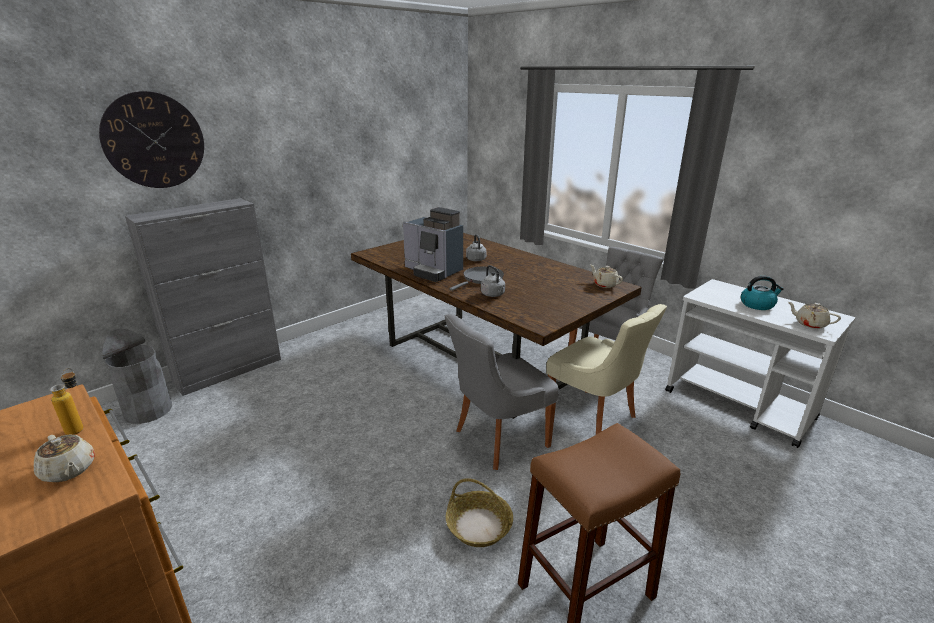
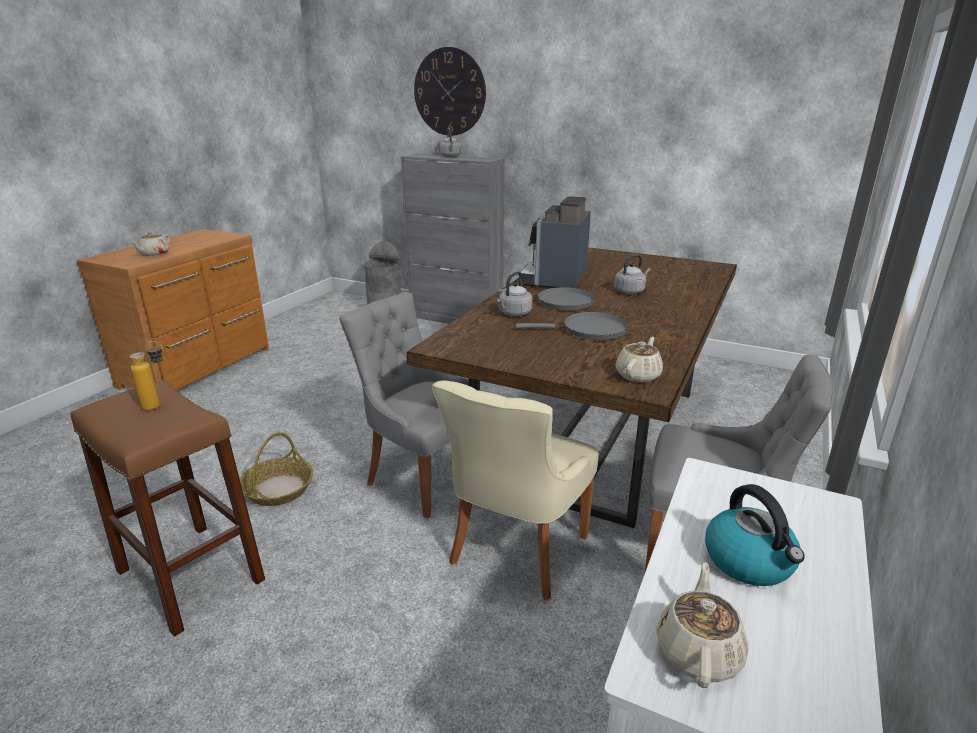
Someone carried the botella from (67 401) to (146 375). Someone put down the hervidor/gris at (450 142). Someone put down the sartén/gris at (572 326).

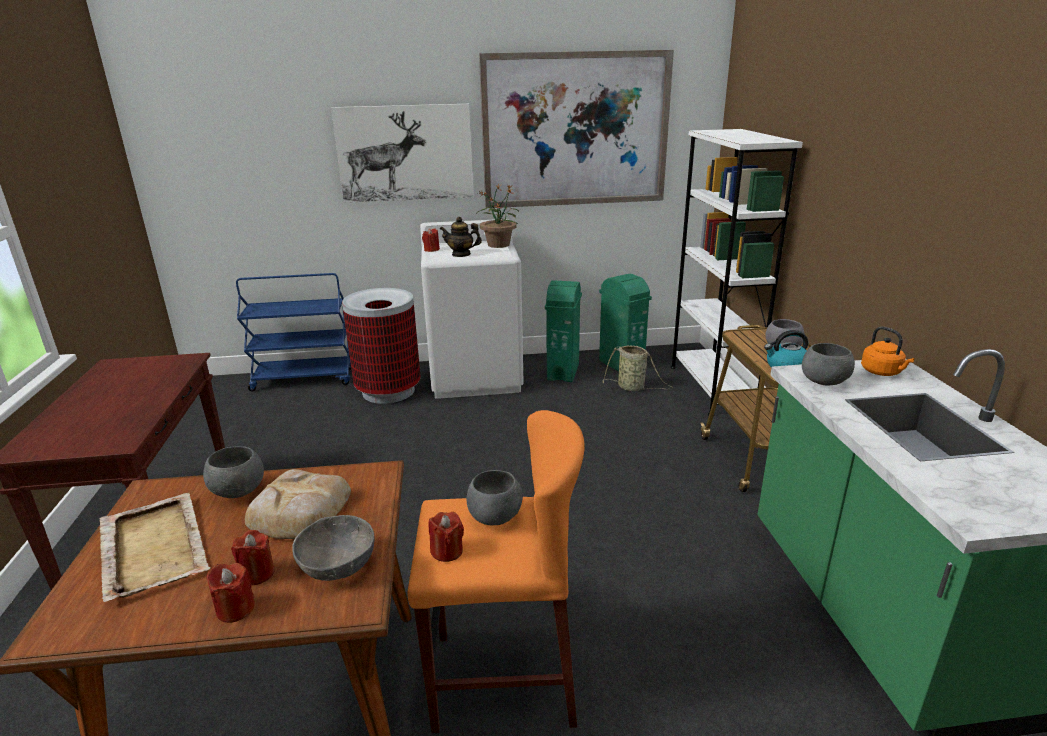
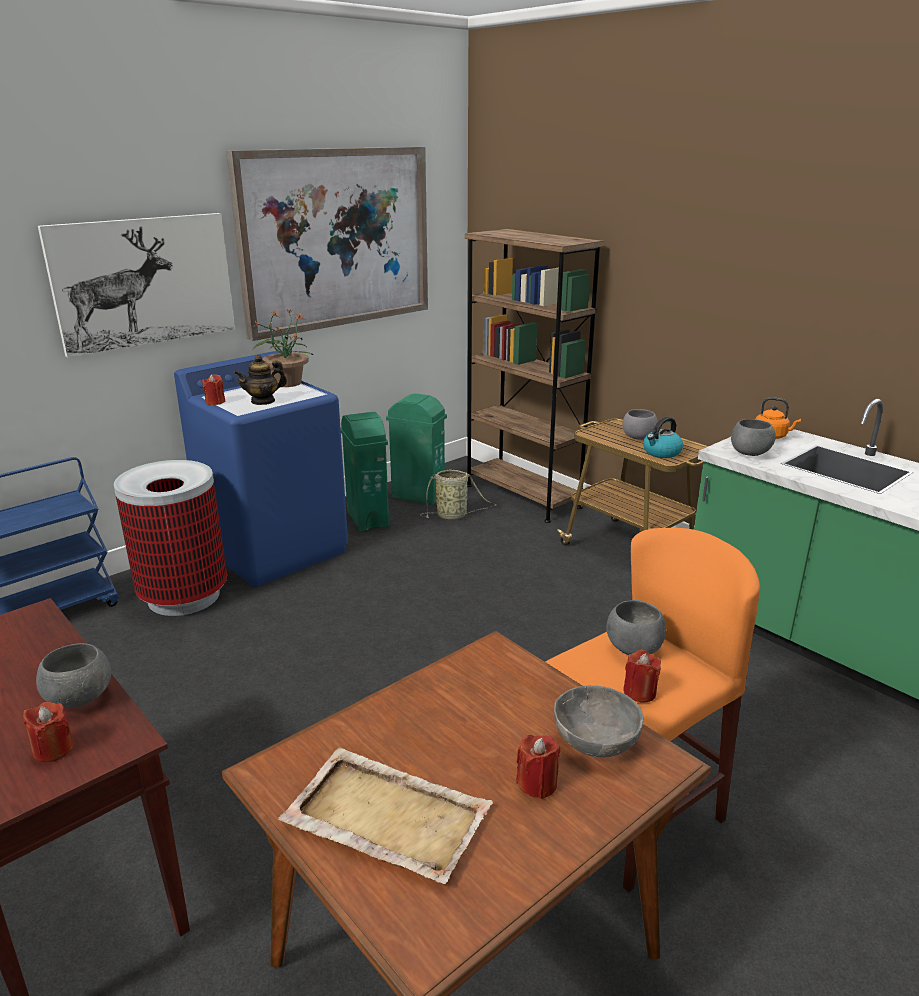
Someone carried the vela/rojo from (230 593) to (48 732). Someone carried the cuenco/gris from (233 472) to (73 675). Someone repainted the lavadora/blanco at (472 309), which became the lavadora/azul at (261 469). Someone repainted the estantería/blanco at (737 272), which became the estantería/marrón at (534 376). Someone took away the pan at (298 504).

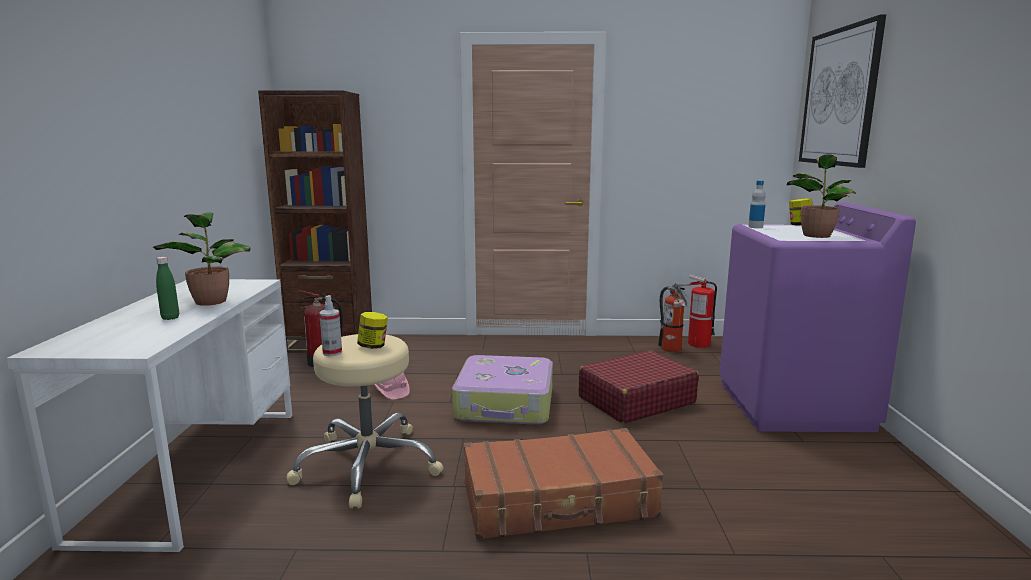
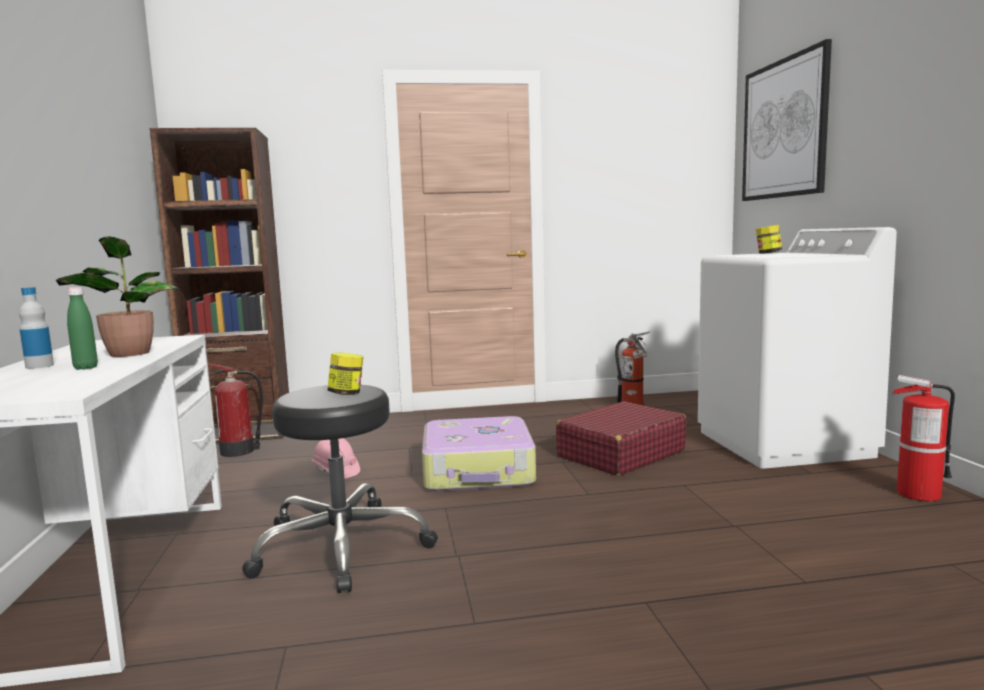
Someone carried the botella from (757 204) to (36 328). Someone repainted the taburete/beis at (365 421), which became the taburete/negro at (340 489). Someone repainted the lavadora/morado at (817 317), which became the lavadora/blanco at (797 347). Someone carried the extintor from (702 311) to (923 438). Someone took away the pulverizador at (330 325). Someone took away the maleta/marrón at (563 484). Someone took away the planta en maceta at (821 196).

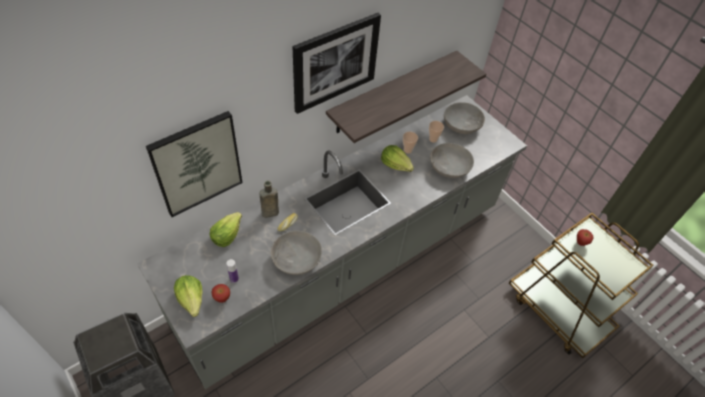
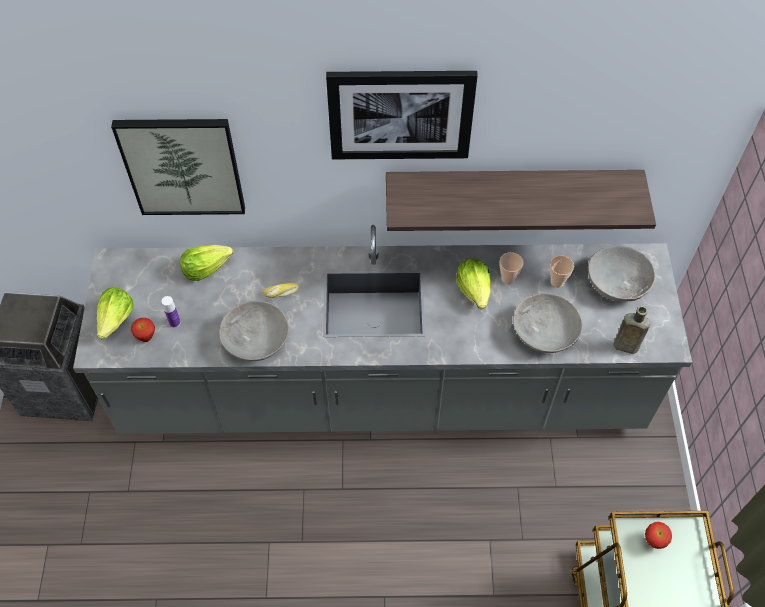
Someone carried the botella/marrón from (269 199) to (631 330).

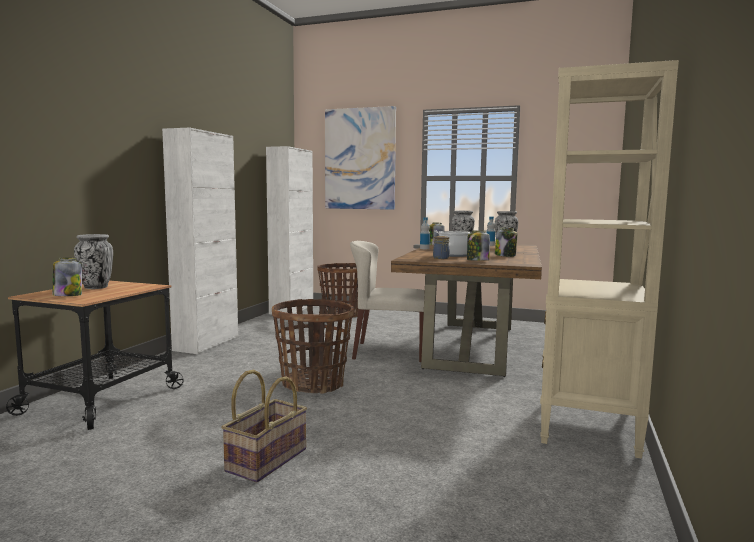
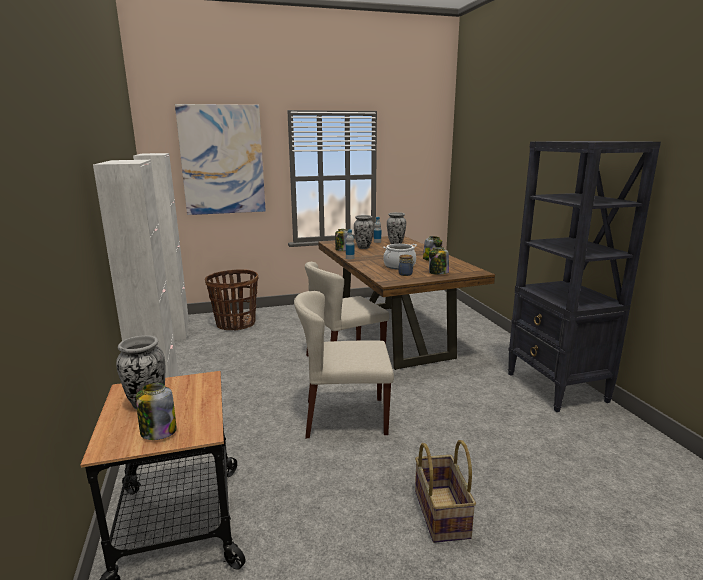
Someone swapped the cesta at (313 346) for the silla/beis at (344 364). Someone repainted the estantería/beis at (609 259), which became the estantería/negro at (584 276).

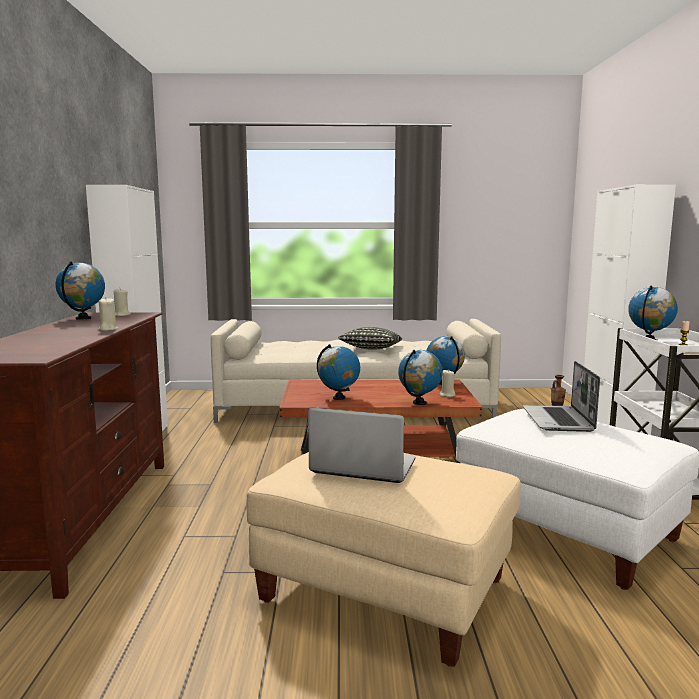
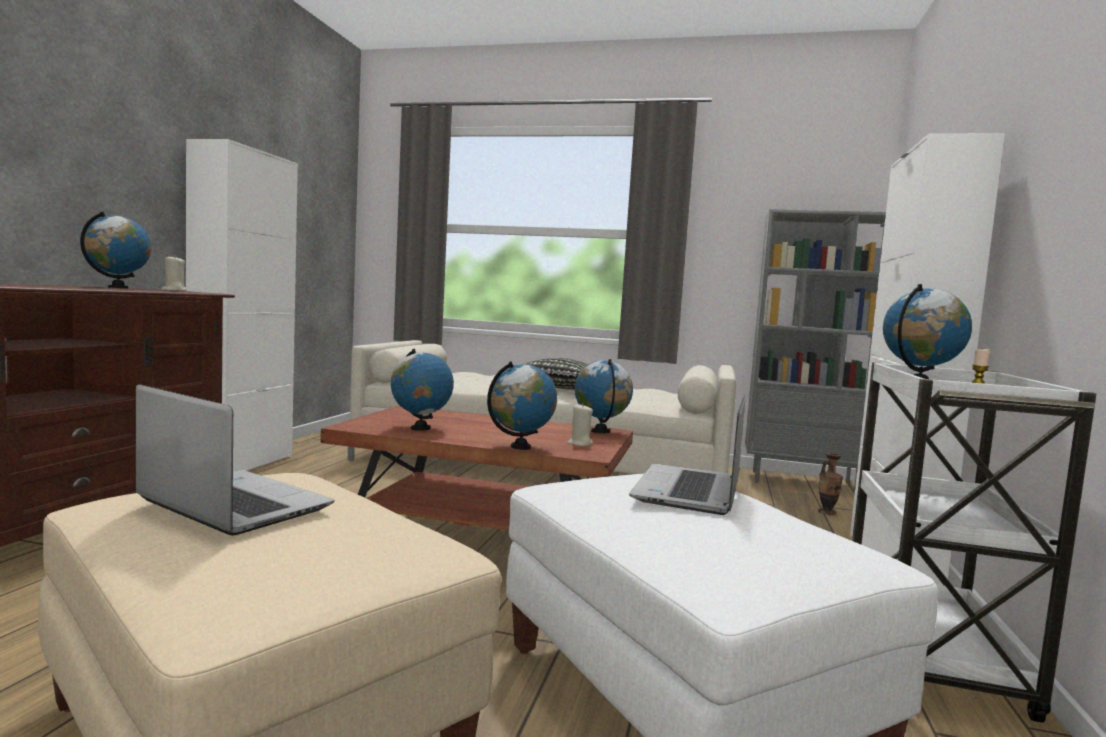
Someone put down the estantería/gris at (815 352). Someone took away the vela/beis at (108 314).

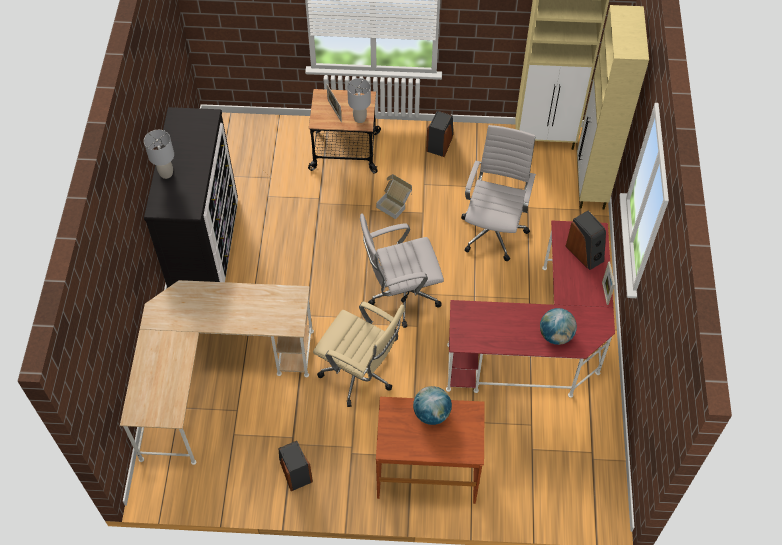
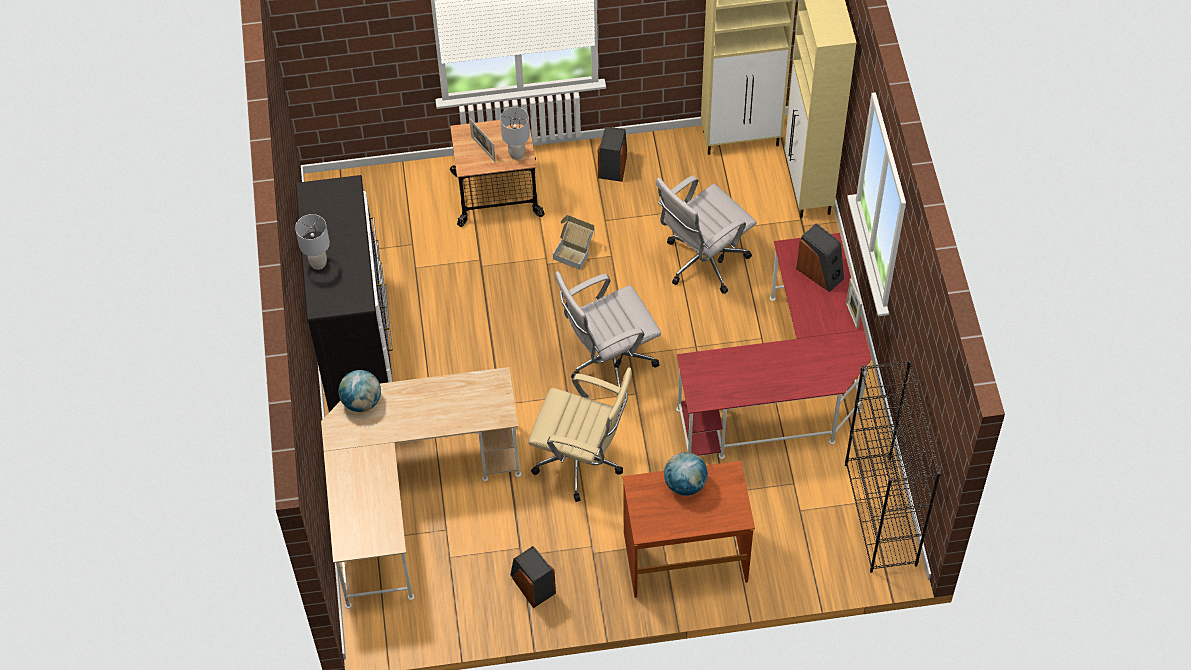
Someone carried the globo terráqueo from (558 326) to (360 391). Someone rotated the silla de oficina/blanco at (498 193) by 135 degrees counterclockwise. Someone put down the estantería/negro at (893 466).

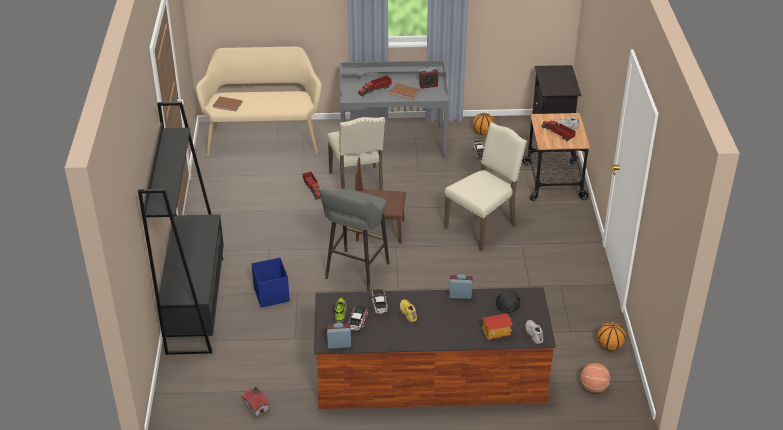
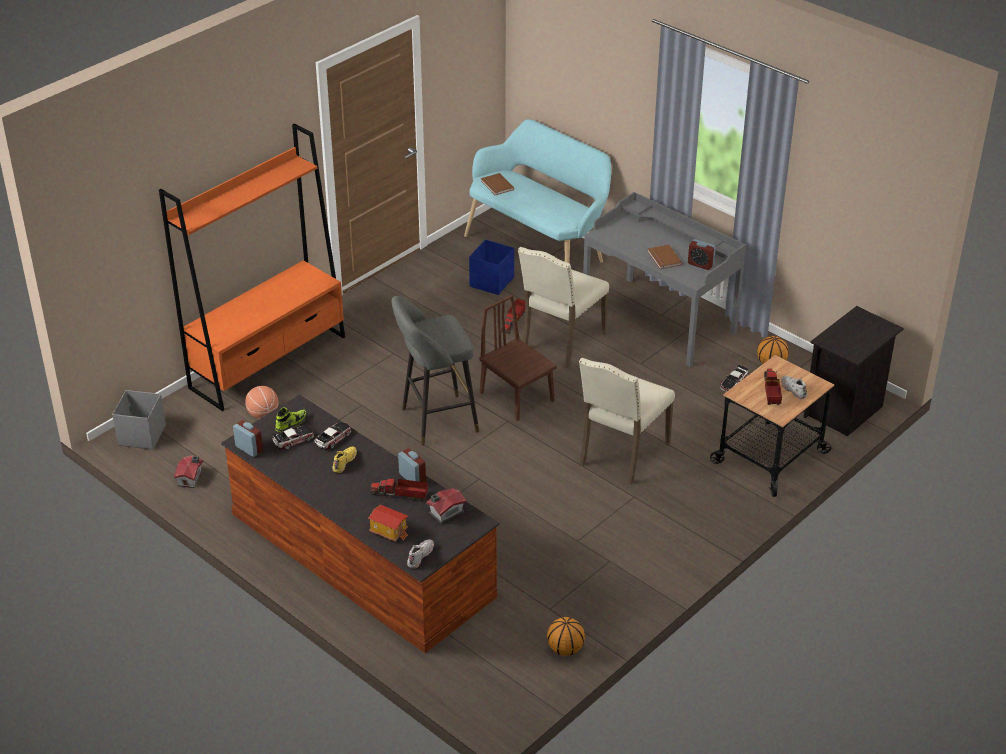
Someone put down the caja de almacenaje/gris at (139 420). Someone repainted the estantería/negro at (181 228), which became the estantería/naranja at (252 267). Someone carried the balón de baloncesto from (595 378) to (262 402). Someone carried the camión de juguete from (375 86) to (399 489). Someone swapped the gorra/negro at (508 300) for the casita at (446 506). Someone repainted the banco/beis at (259 102), which became the banco/turquesa at (537 191). Someone carried the caja de almacenaje/azul from (270 283) to (491 267). Someone rotated the silla/beis at (485 186) by 120 degrees clockwise.

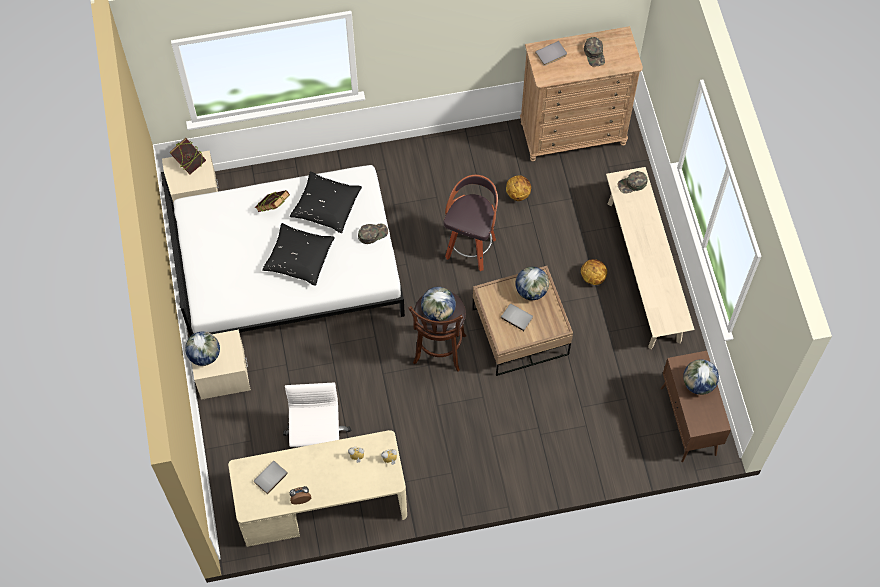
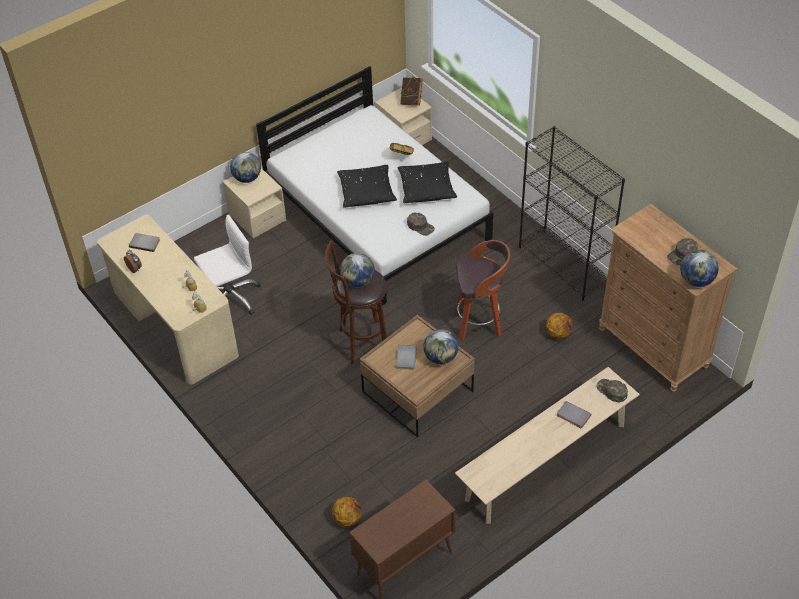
Someone carried the balón de baloncesto from (594 272) to (347 512). Someone put down the estantería/negro at (572 213). Someone carried the libro/gris from (551 53) to (574 414). Someone carried the globo terráqueo from (701 377) to (699 268).

